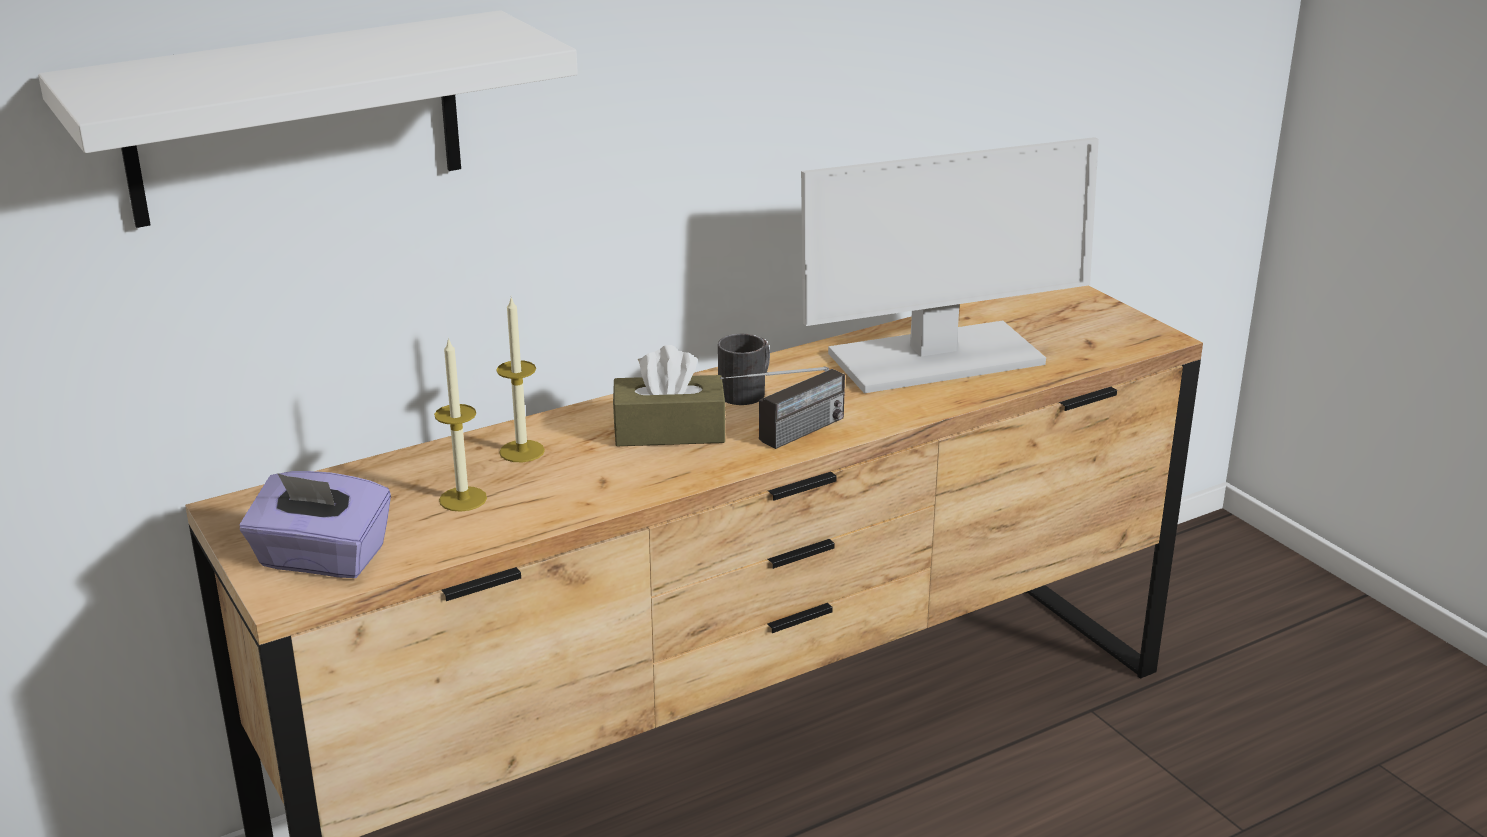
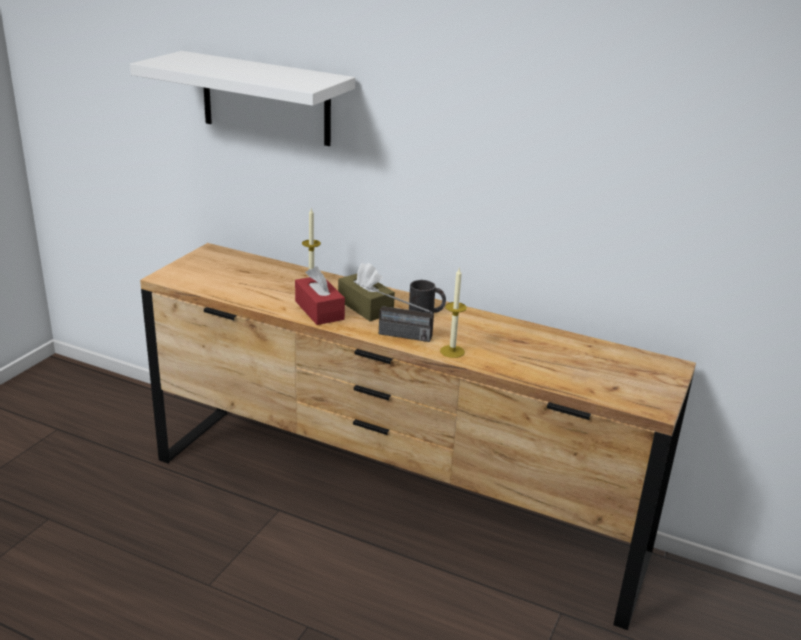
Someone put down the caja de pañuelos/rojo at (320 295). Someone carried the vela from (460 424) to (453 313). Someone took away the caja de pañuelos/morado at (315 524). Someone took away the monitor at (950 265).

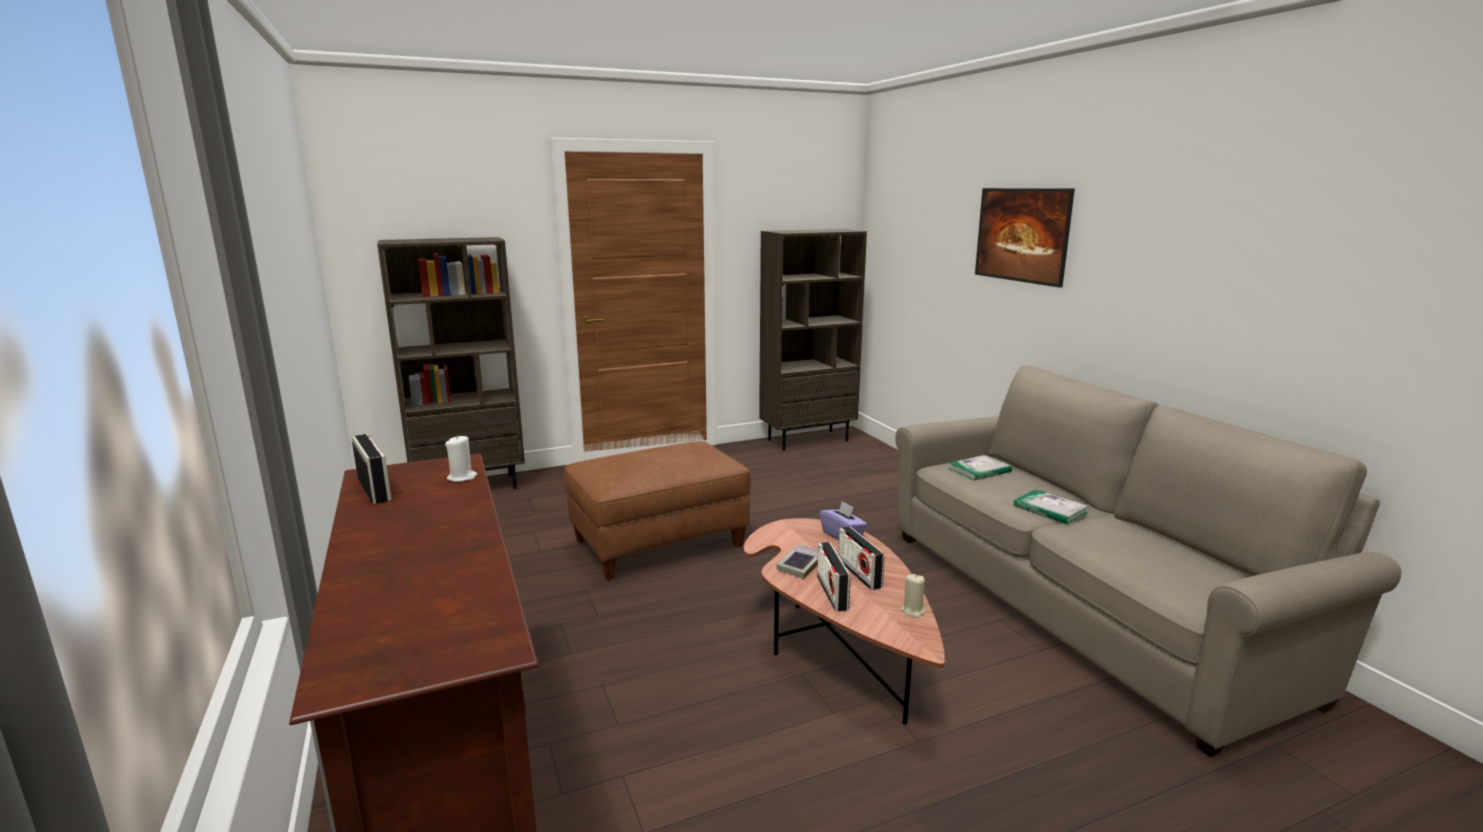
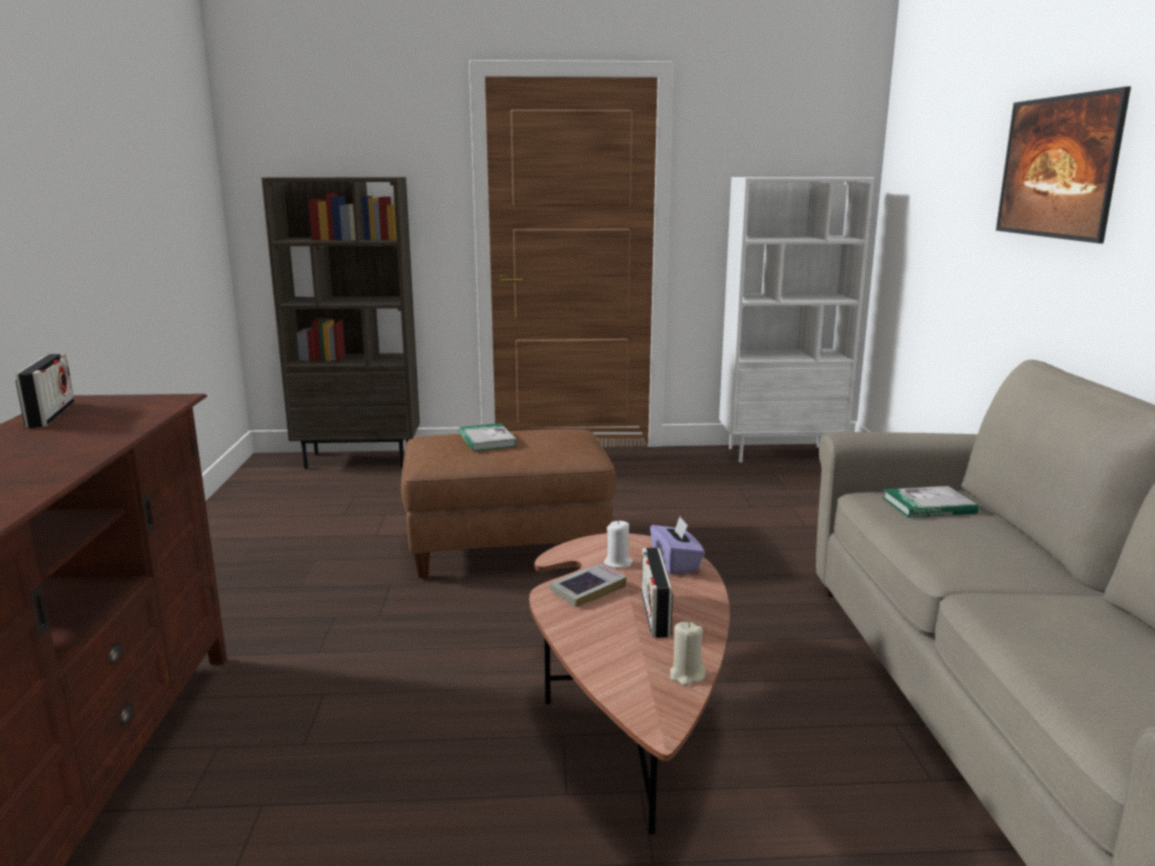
Someone carried the libro from (1051 506) to (488 437). Someone carried the vela/blanco from (461 458) to (618 544). Someone repainted the estantería/marrón at (813 340), which became the estantería/blanco at (796 320). Someone took away the radio at (834 576).

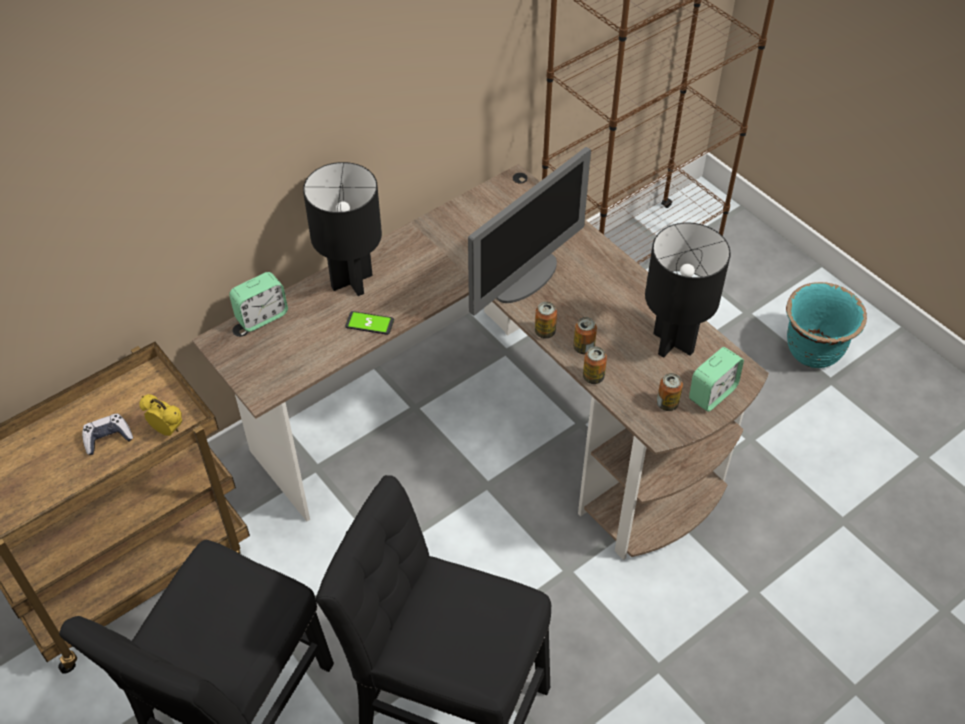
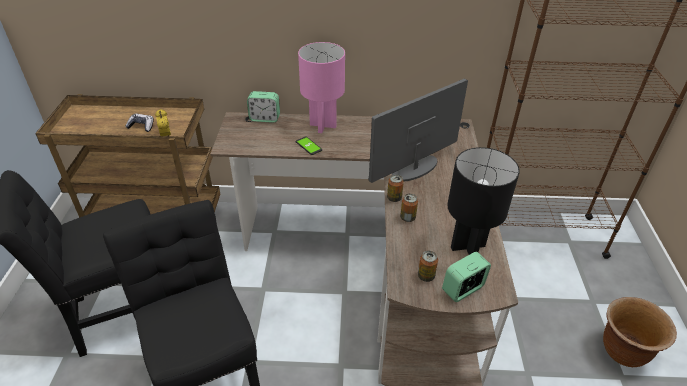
Someone repainted the lámpara de mesa/negro at (342 229), which became the lámpara de mesa/rosa at (321 87). Someone rotated the monitor at (529 231) by 150 degrees clockwise. Someone rotated the despertador at (716 379) by 150 degrees clockwise. Someone repainted the maceta/turquesa at (826 325), which became the maceta/marrón at (640 332). Someone took away the lata at (595 365).

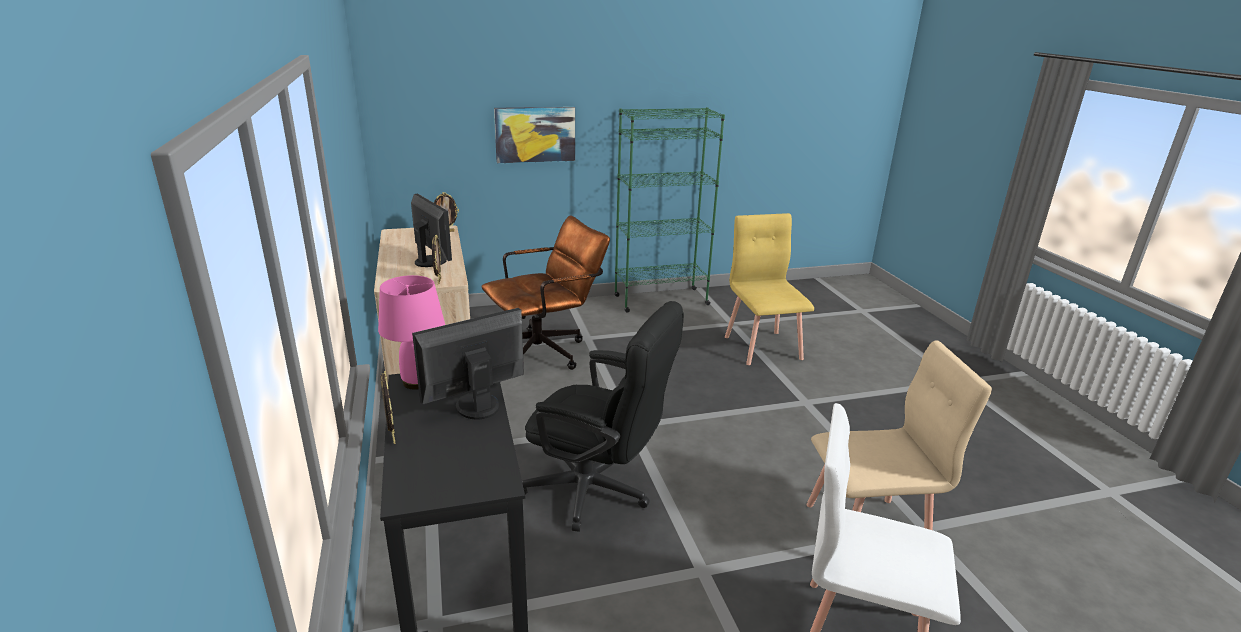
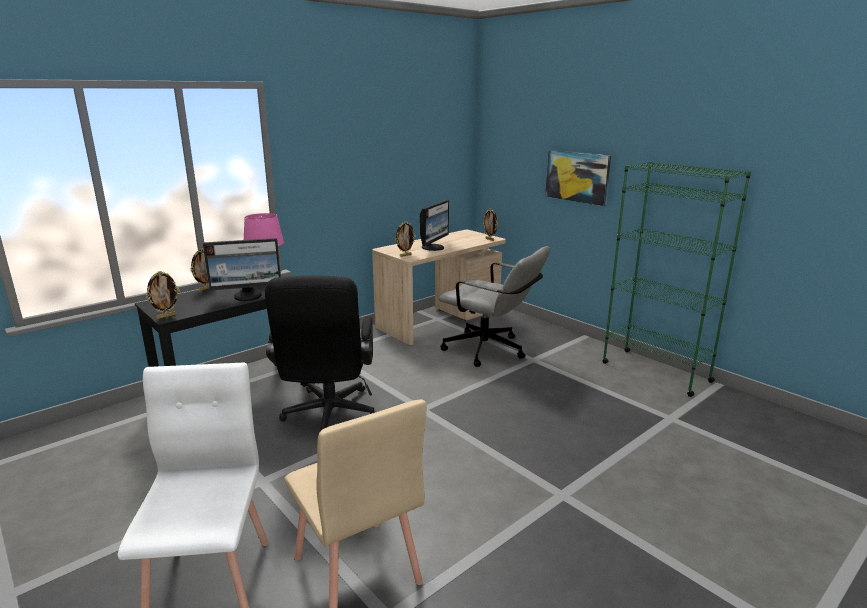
Someone put down the portarretratos at (163 295). Someone rotated the monitor at (468 363) by 135 degrees clockwise. Someone repainted the silla de oficina/marrón at (545 292), which became the silla de oficina/gris at (494 306). Someone took away the silla/amarillo at (769 289).

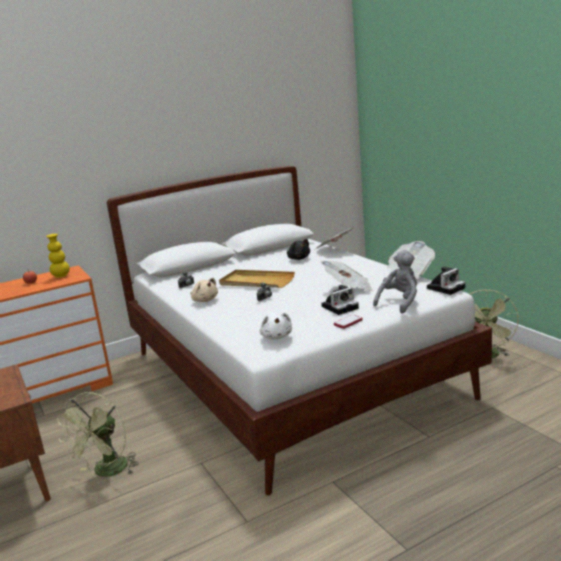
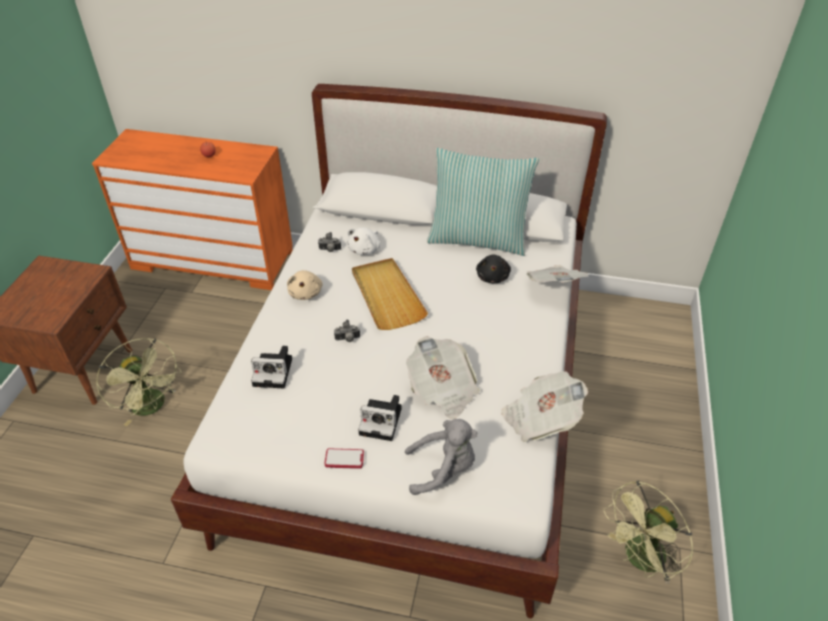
Someone rotated the ventilador/verde at (98 434) by 105 degrees counterclockwise. Someone carried the cámara from (446 281) to (271 367). Someone carried the peluche/blanco from (276 326) to (363 241). Someone put down the cojín at (483 202). Someone took away the florero/amarillo at (58 256).

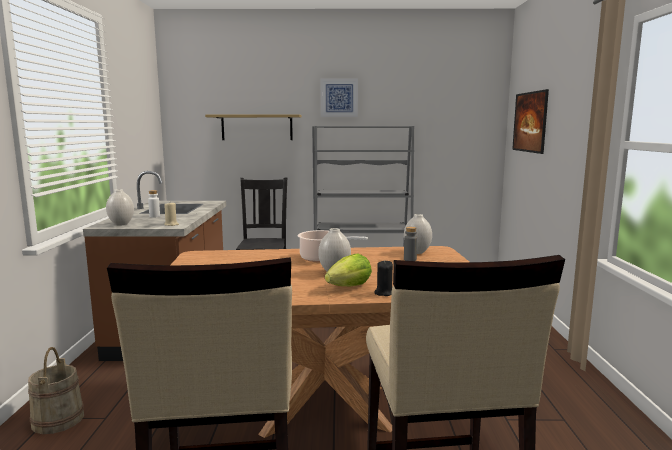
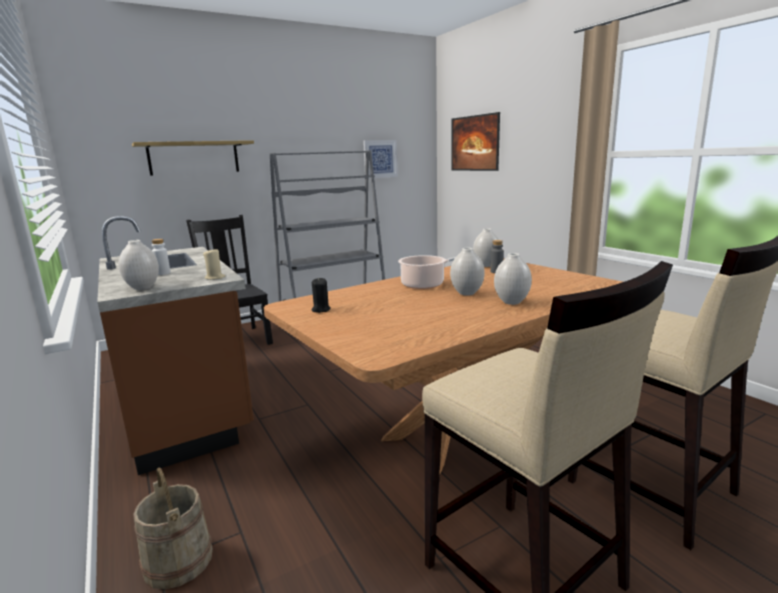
Someone carried the vela/negro from (383 278) to (320 295). Someone carried the cuadro from (339 98) to (380 159). Someone swapped the lechuga at (348 269) for the florero/blanco at (513 279).

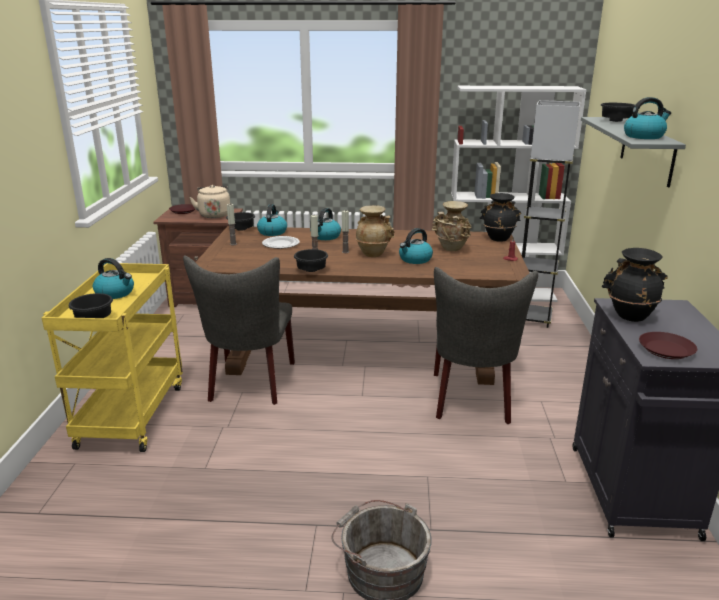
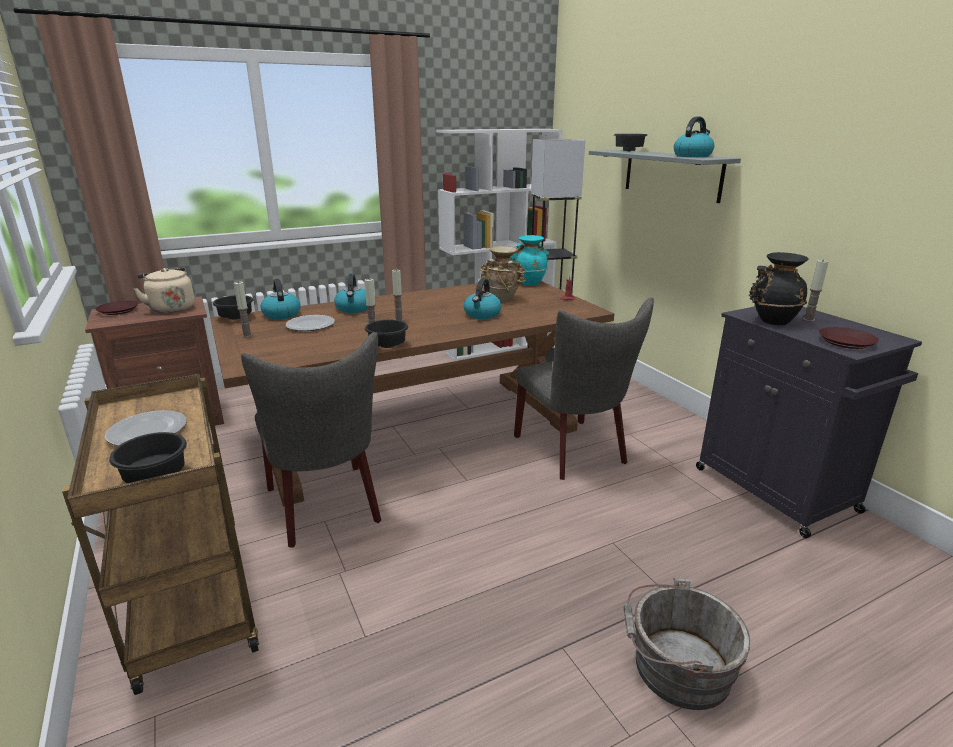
Someone repainted the carrito/amarillo at (112 357), which became the carrito/marrón at (160 534). Someone swapped the hervidor at (113 278) for the plato at (146 428). Someone repainted the florero/negro at (500 217), which became the florero/turquesa at (529 260). Someone put down the vela at (815 291). Someone took away the florero/beis at (375 231).

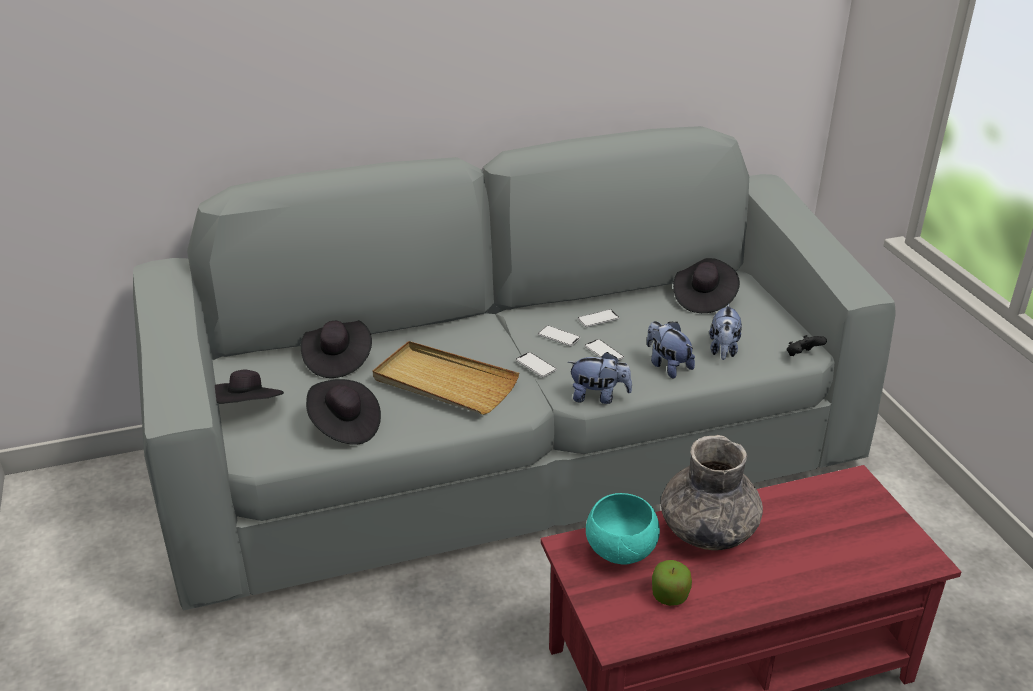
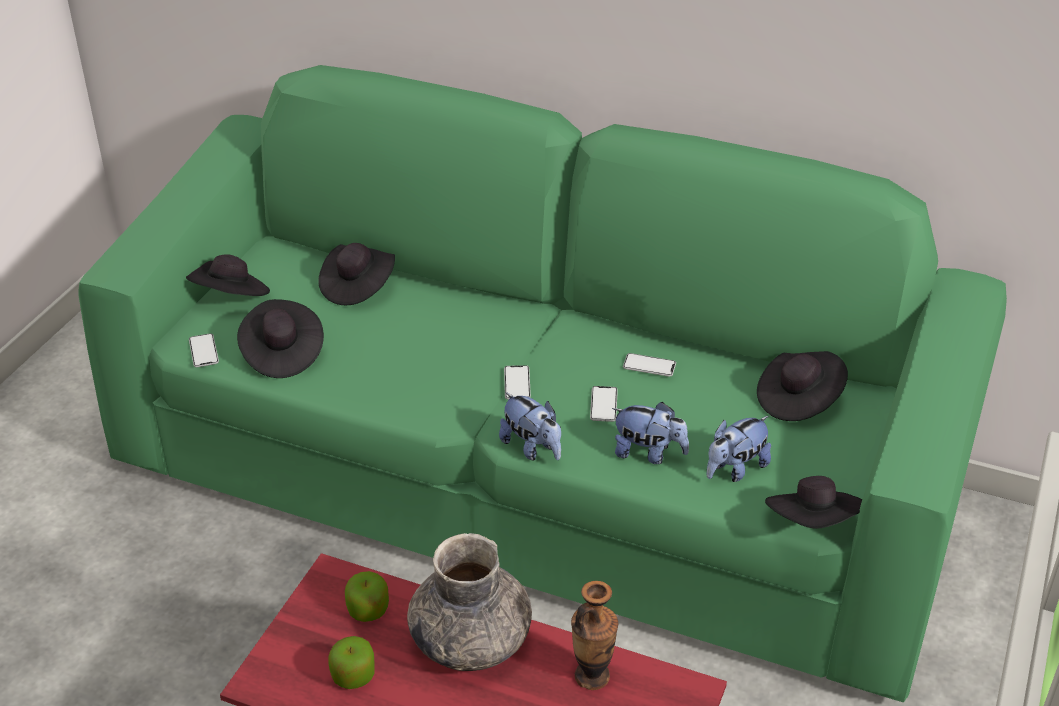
Someone repainted the sofá/gris at (514 368), which became the sofá/verde at (542 384). Someone carried the móvil from (559 335) to (204 350). Someone swapped the cuenco/turquesa at (623 529) for the manzana at (367 596). Someone put down the florero at (594 635). Someone rotated the peluche at (671 349) by 105 degrees clockwise. Someone swapped the mando de consola/negro at (807 345) for the sombrero/negro at (813 502). Someone took away the bandeja/beis at (446 378).

